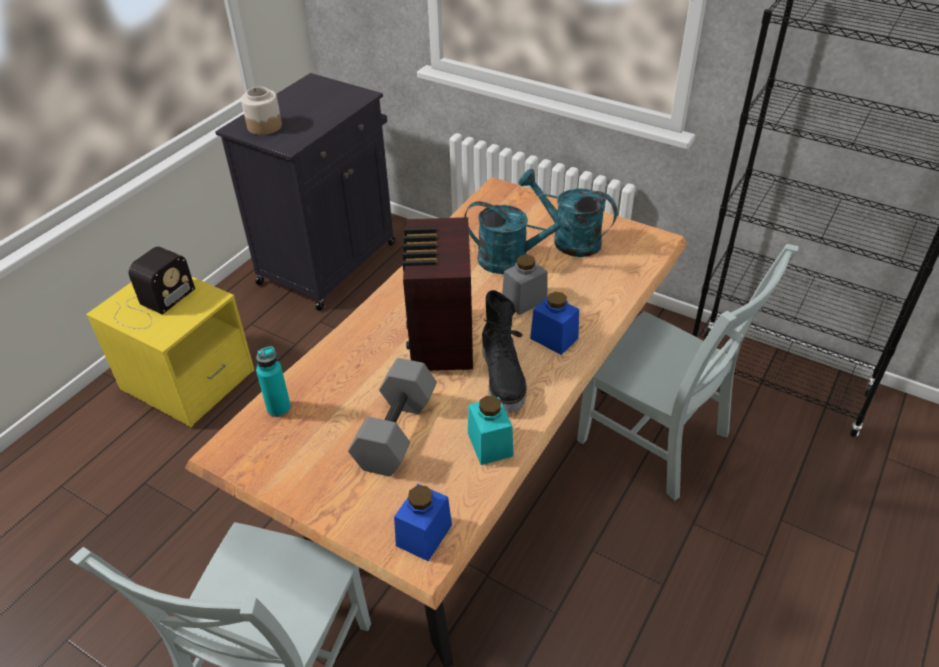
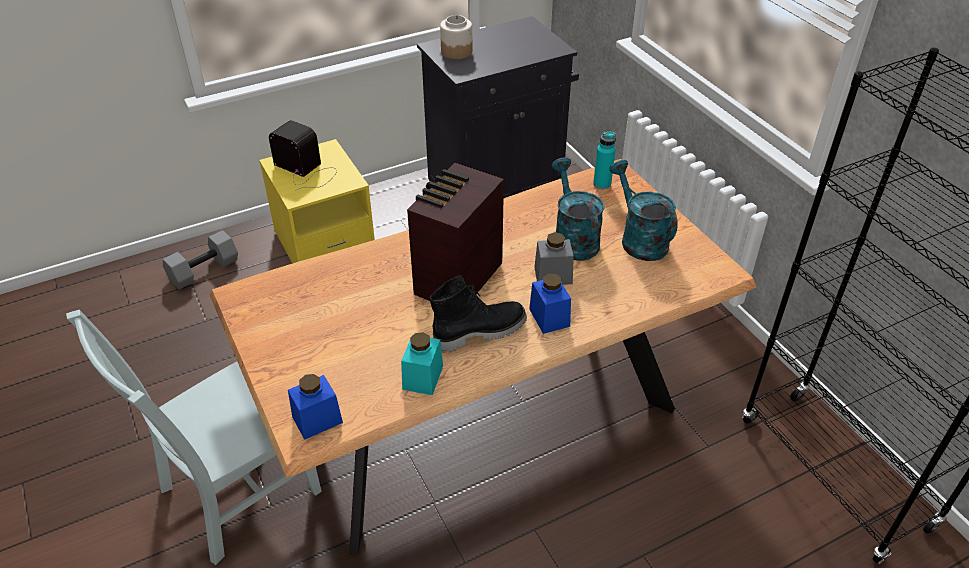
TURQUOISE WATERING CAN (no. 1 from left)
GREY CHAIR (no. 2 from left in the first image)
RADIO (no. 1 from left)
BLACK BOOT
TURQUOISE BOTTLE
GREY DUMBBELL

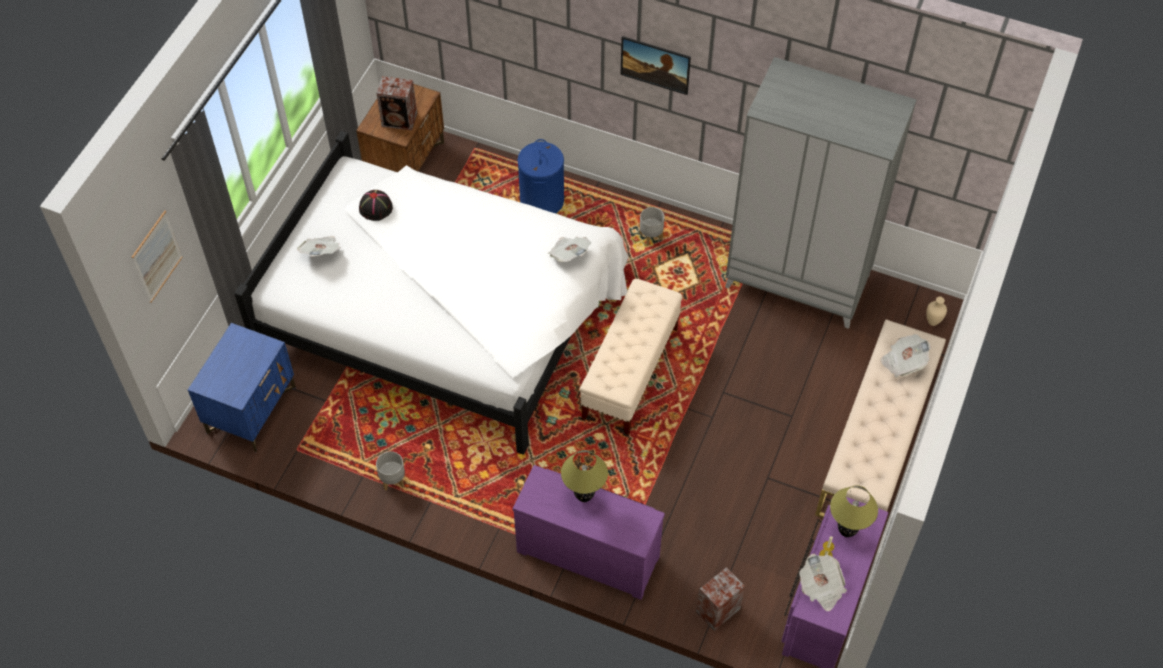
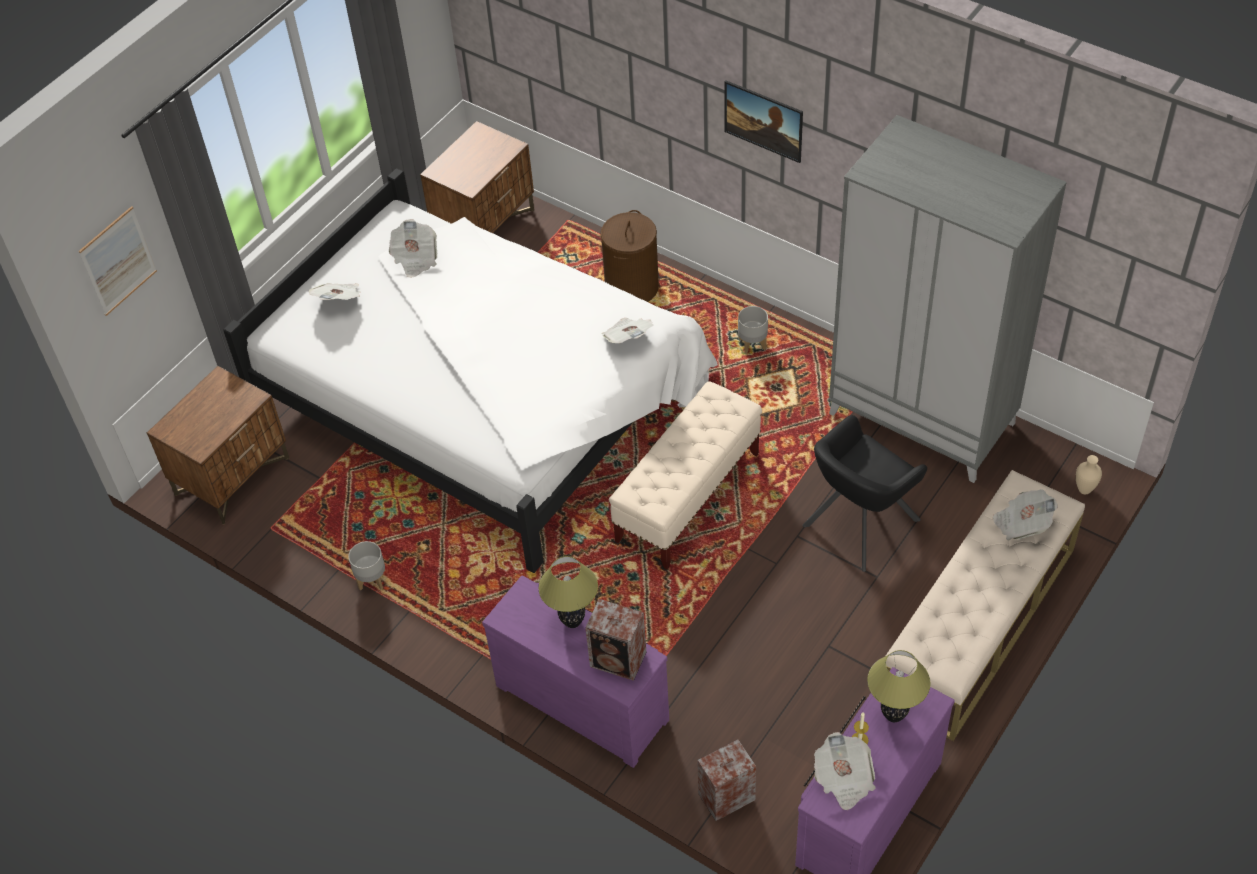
SPEAKER (no. 1 from left)
BROWN LAUNDRY BASKET
NEWSPAPER (no. 2 from left)
BROWN NIGHTSTAND (no. 1 from left)
BLACK ARMCHAIR

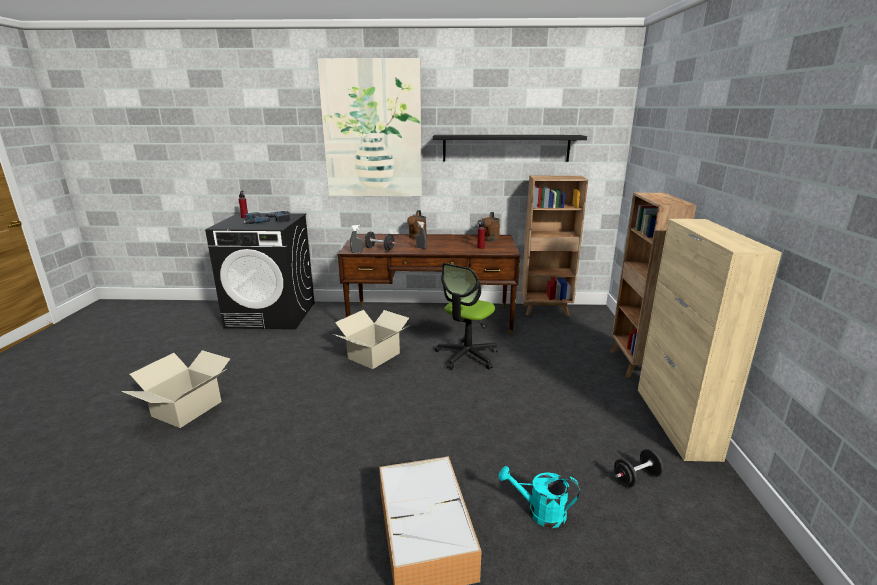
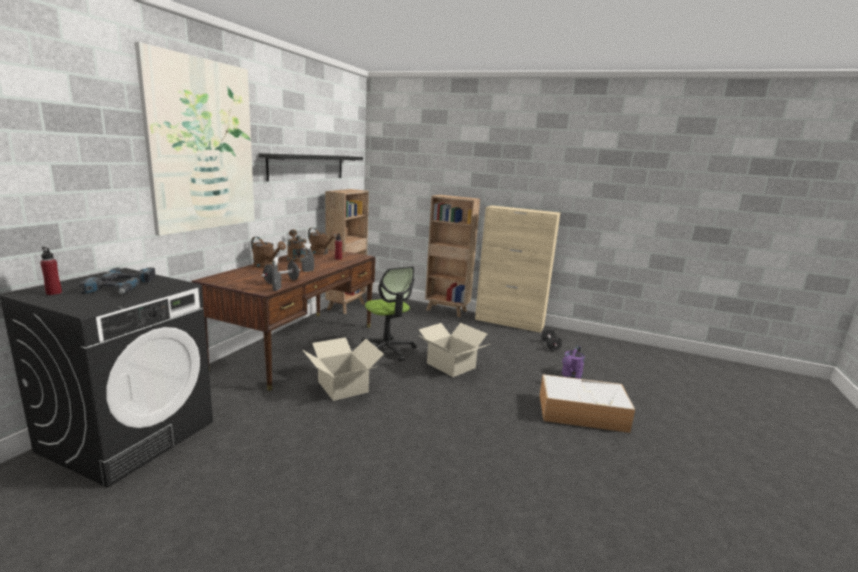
CARDBOARD BOX (no. 2 from left)
PURPLE WATERING CAN
BROWN WATERING CAN (no. 2 from left)

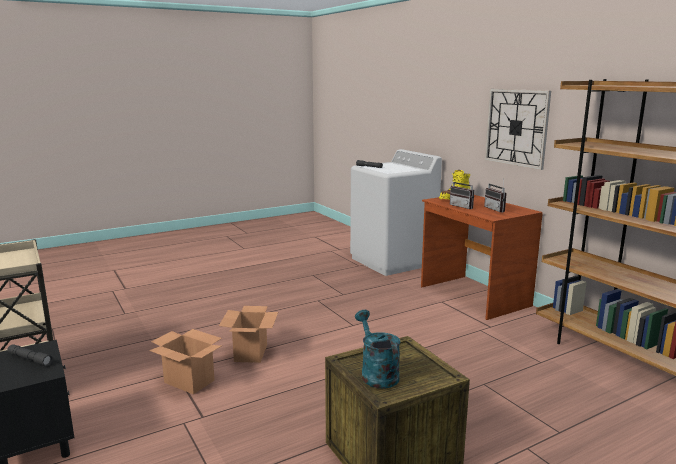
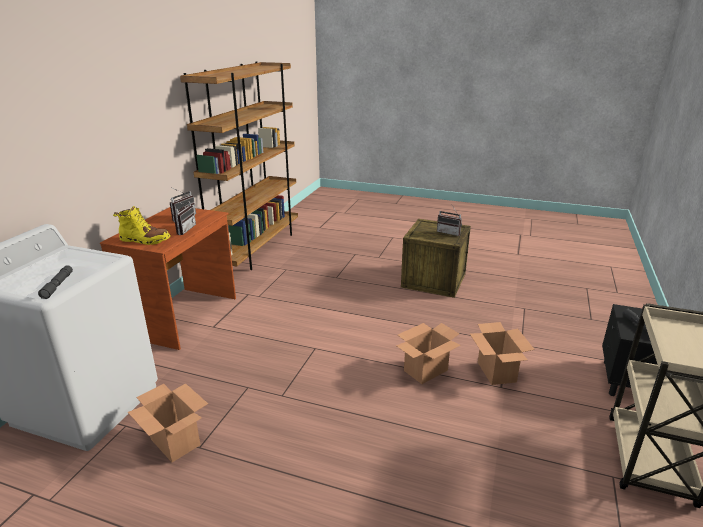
WALL CLOCK
RADIO (no. 3 from left)
CARDBOARD BOX (no. 1 from left)

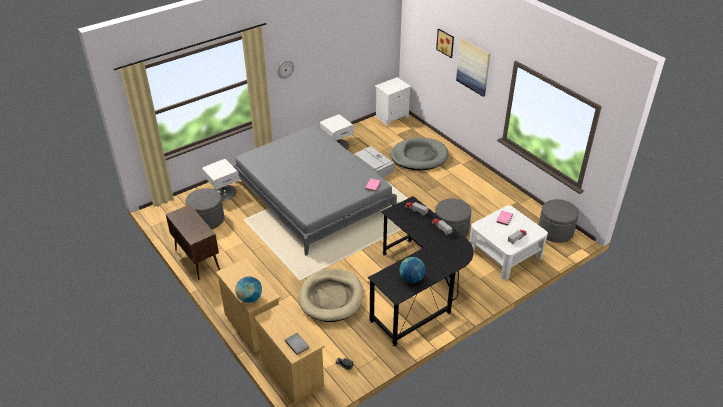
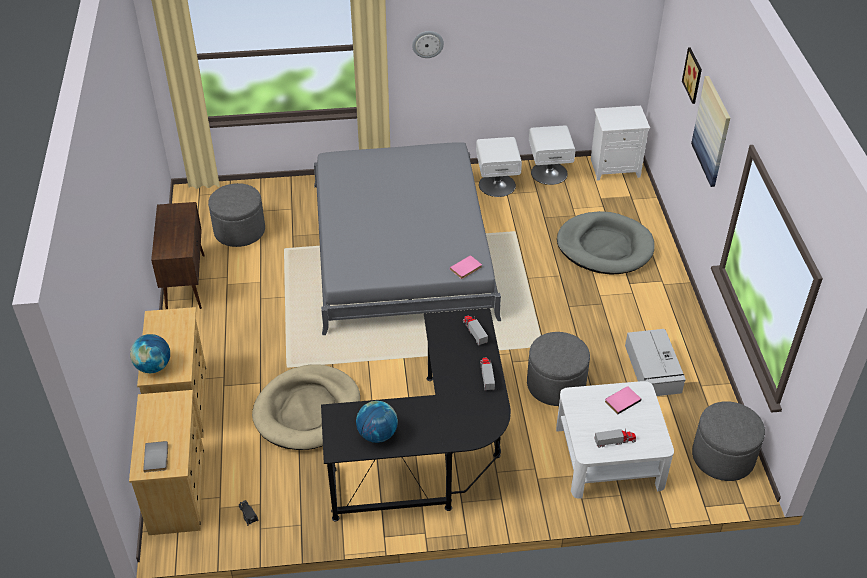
GREY STORAGE BOX
WHITE NIGHTSTAND (no. 2 from left)

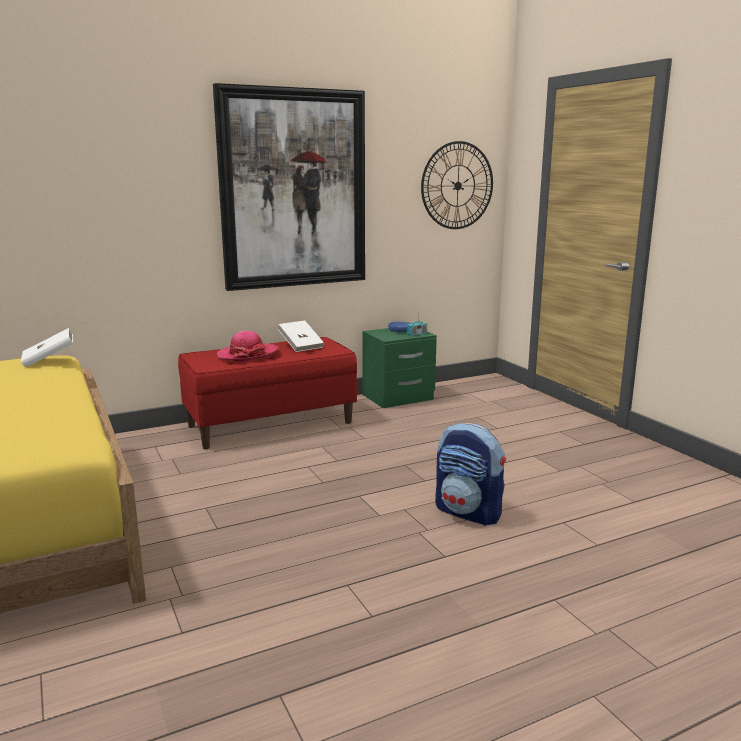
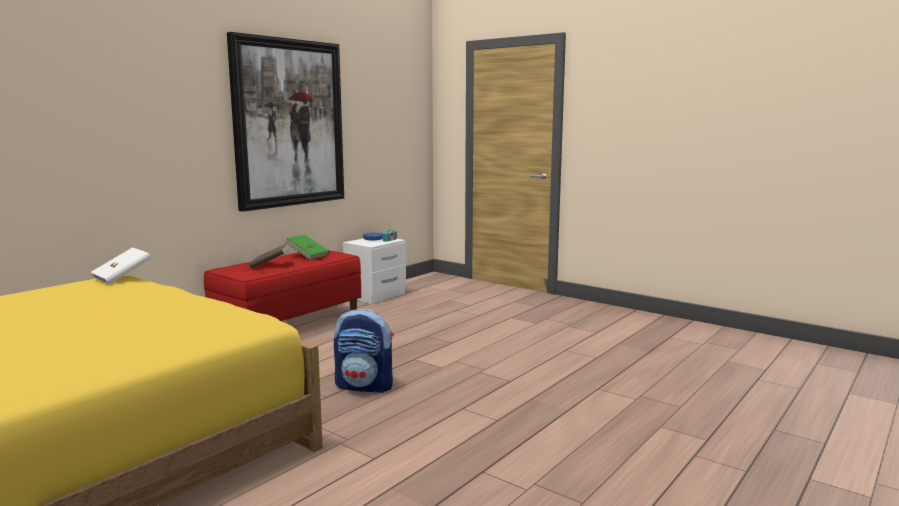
WALL CLOCK
GREEN BOOK
WHITE NIGHTSTAND
BROWN BOOK
BACKPACK

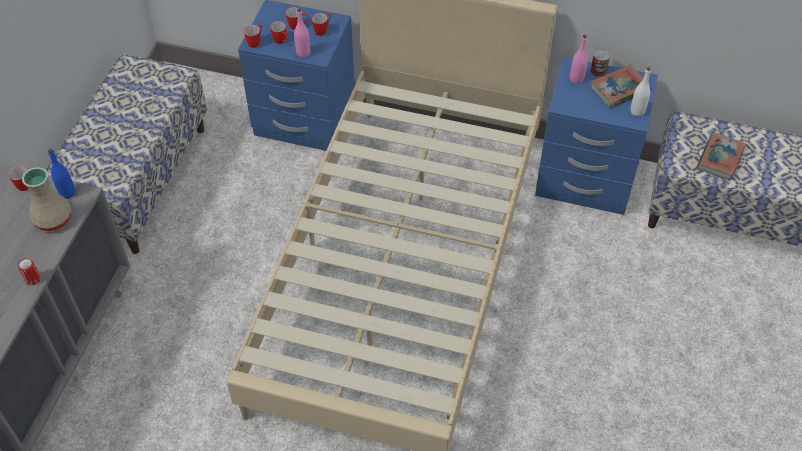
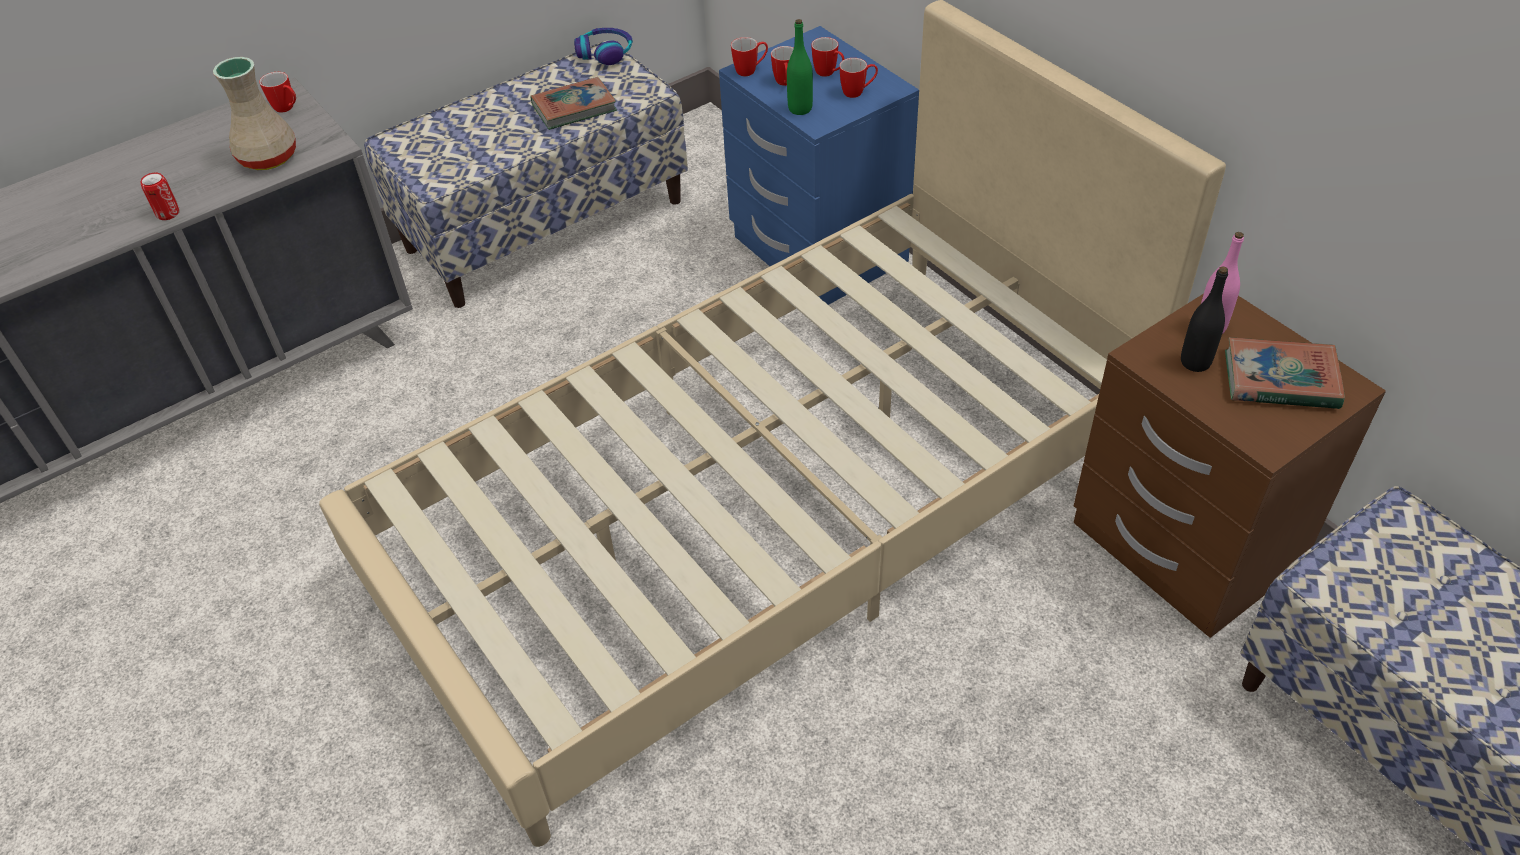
GREEN BOTTLE
CAN (no. 2 from left in the first image)
BROWN NIGHTSTAND
WHITE BOTTLE
BOOK (no. 1 from left)
BLUE BOTTLE
HEADPHONES
BLACK BOTTLE

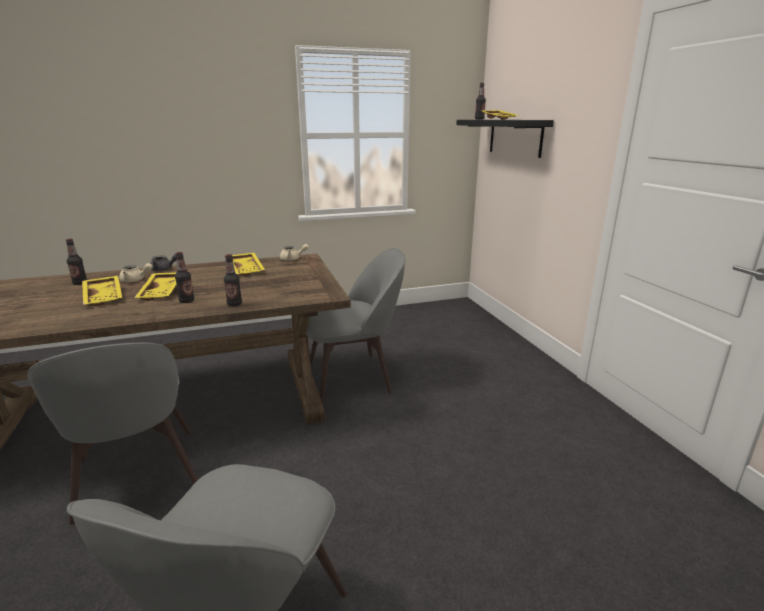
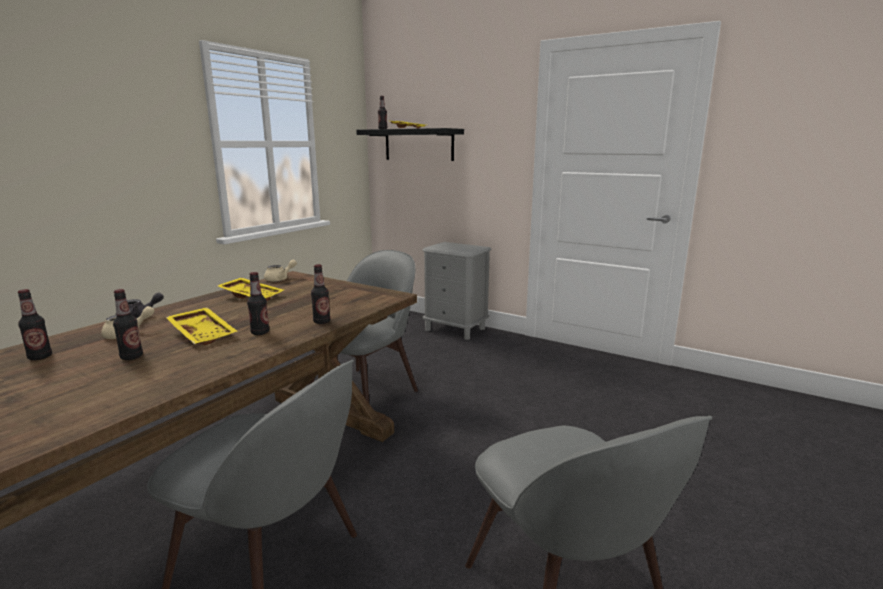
BOTTLE (no. 2 from left)
GREY NIGHTSTAND

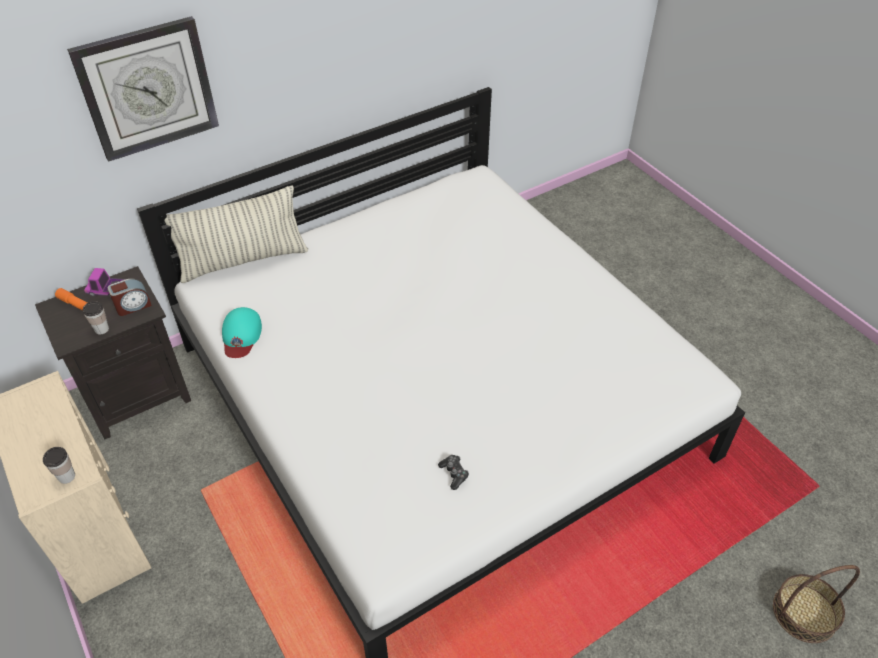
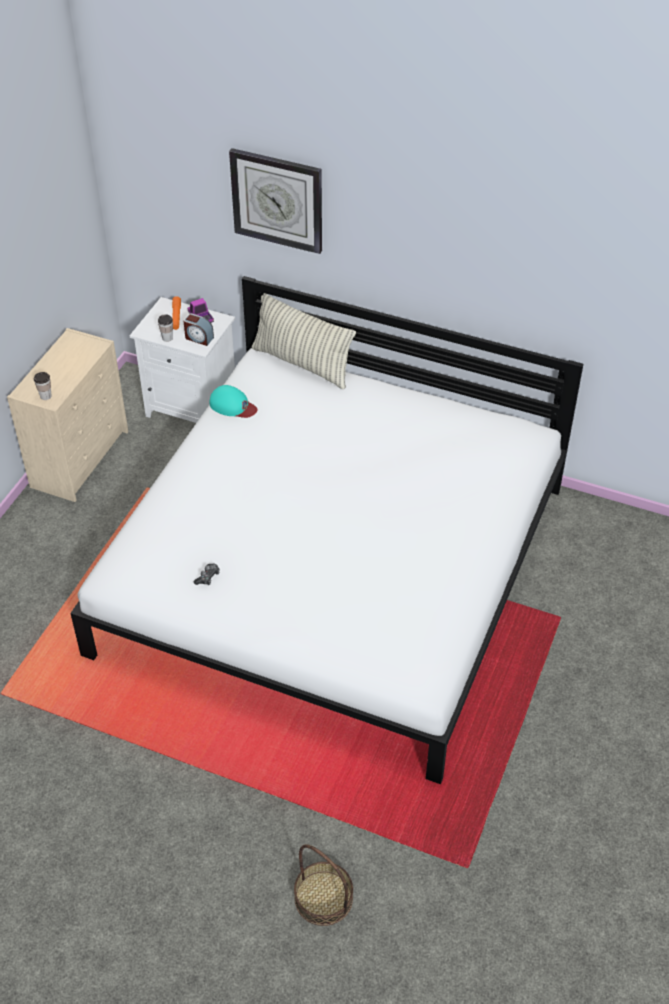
WHITE NIGHTSTAND
TURQUOISE CAP

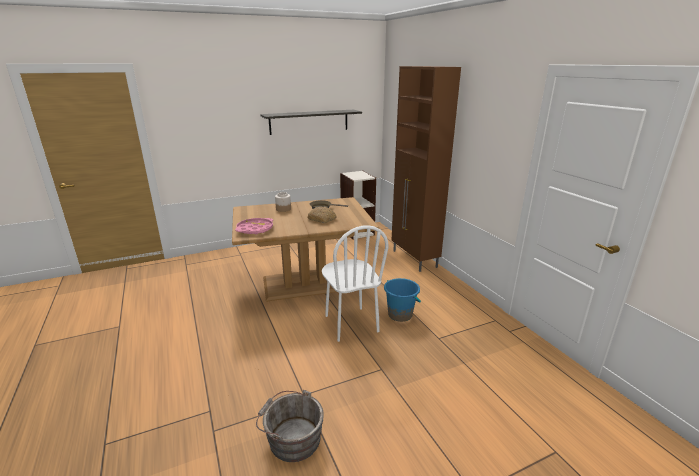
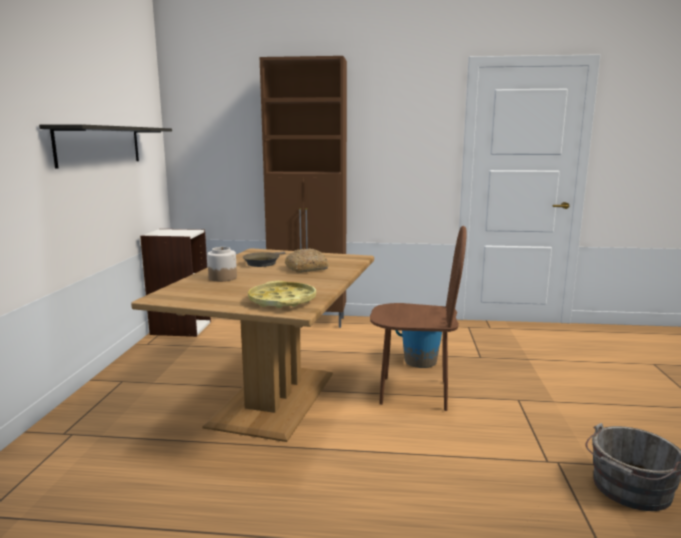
YELLOW TRAY
BROWN CHAIR

